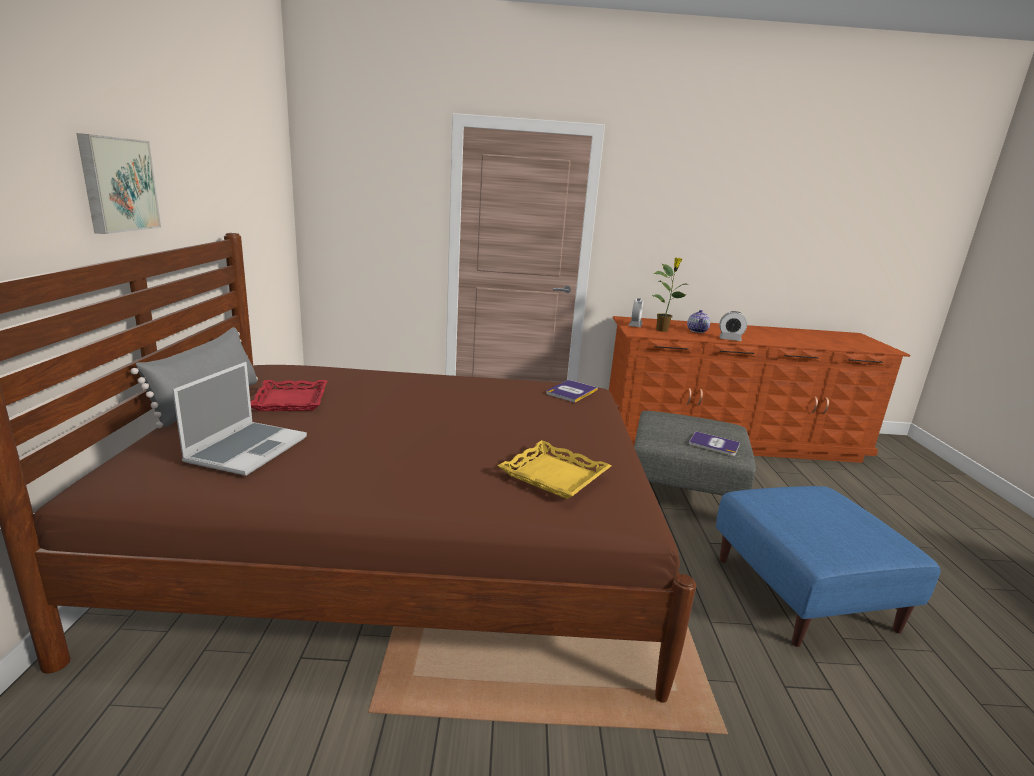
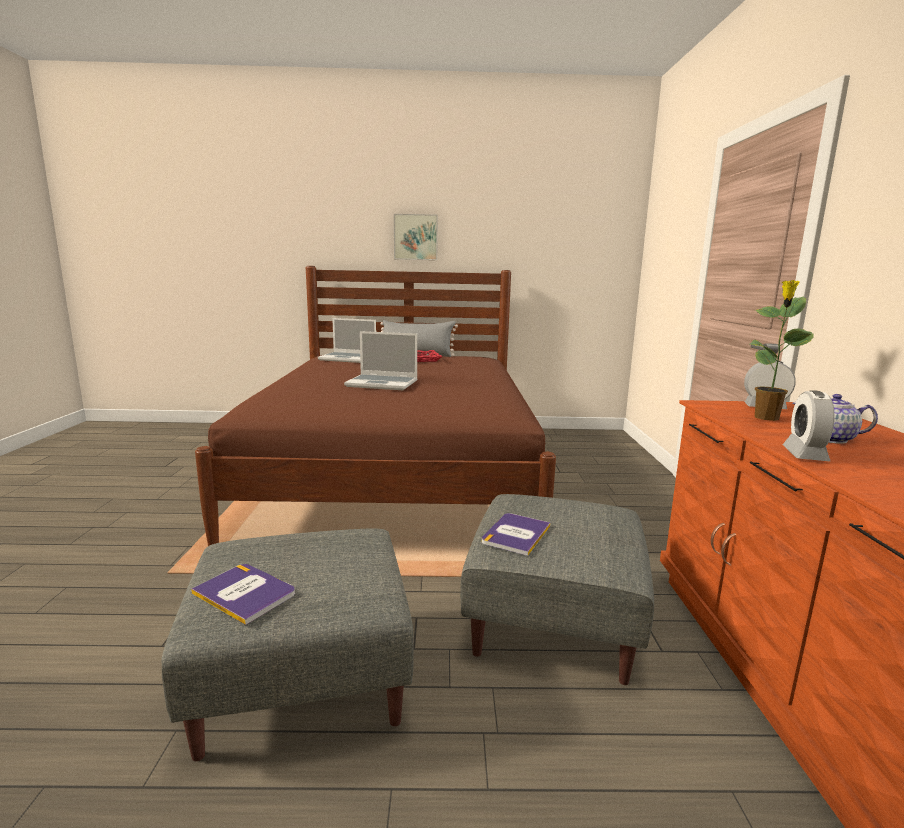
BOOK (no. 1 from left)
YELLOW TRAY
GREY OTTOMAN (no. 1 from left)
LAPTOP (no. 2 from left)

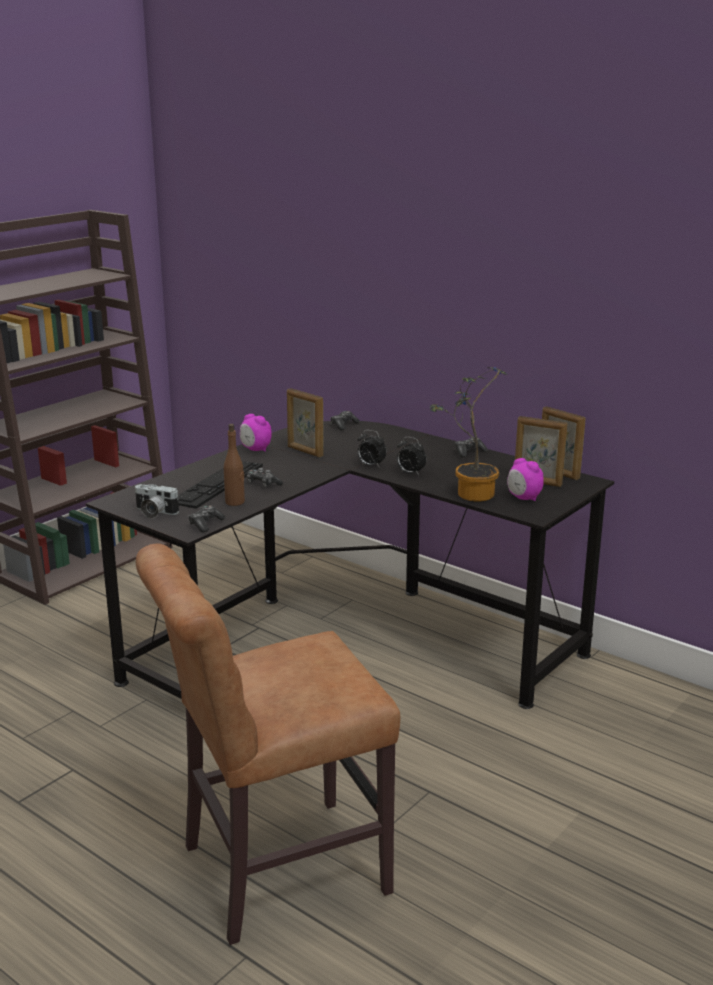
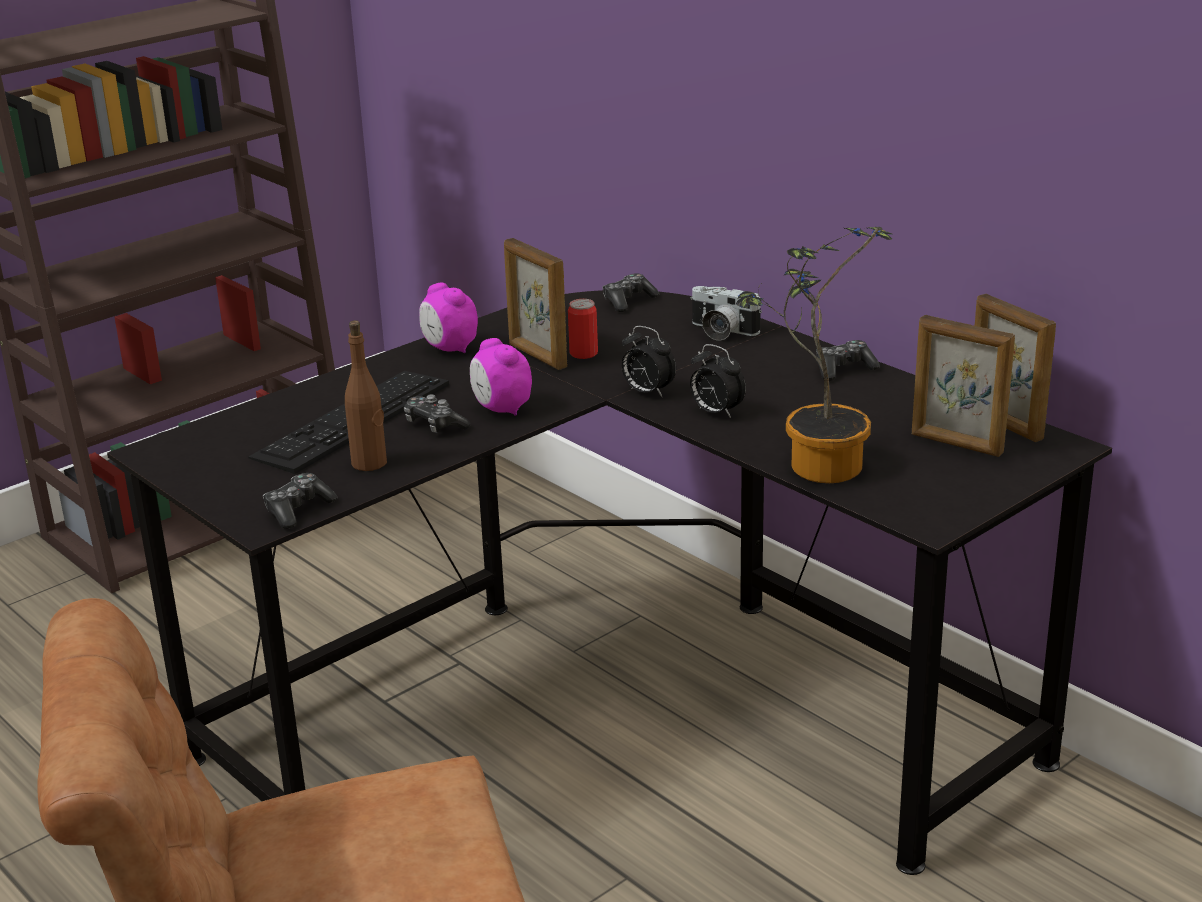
ALARM CLOCK (no. 2 from left)
PHOTO CAMERA
CAN

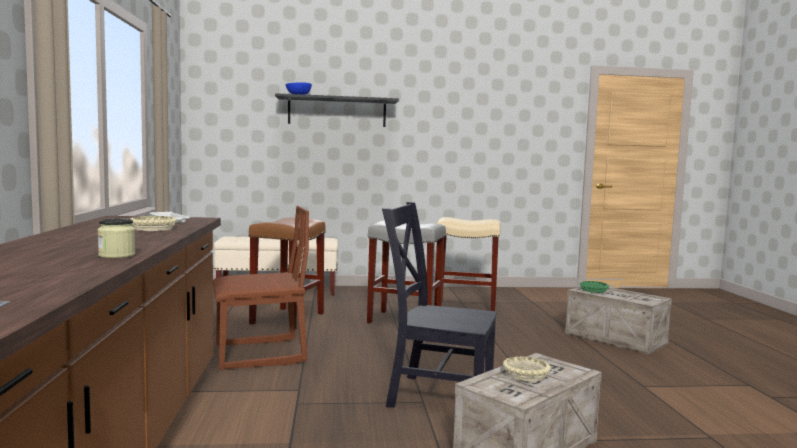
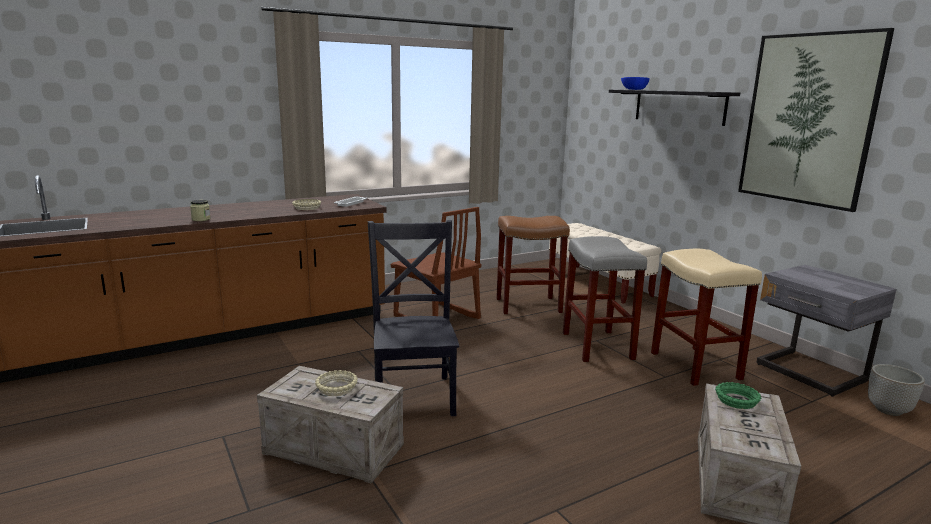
PICTURE
GREY NIGHTSTAND
PLANTER

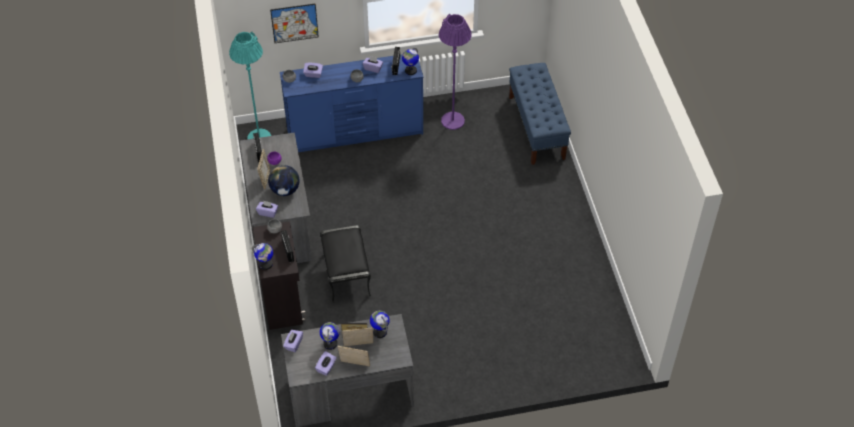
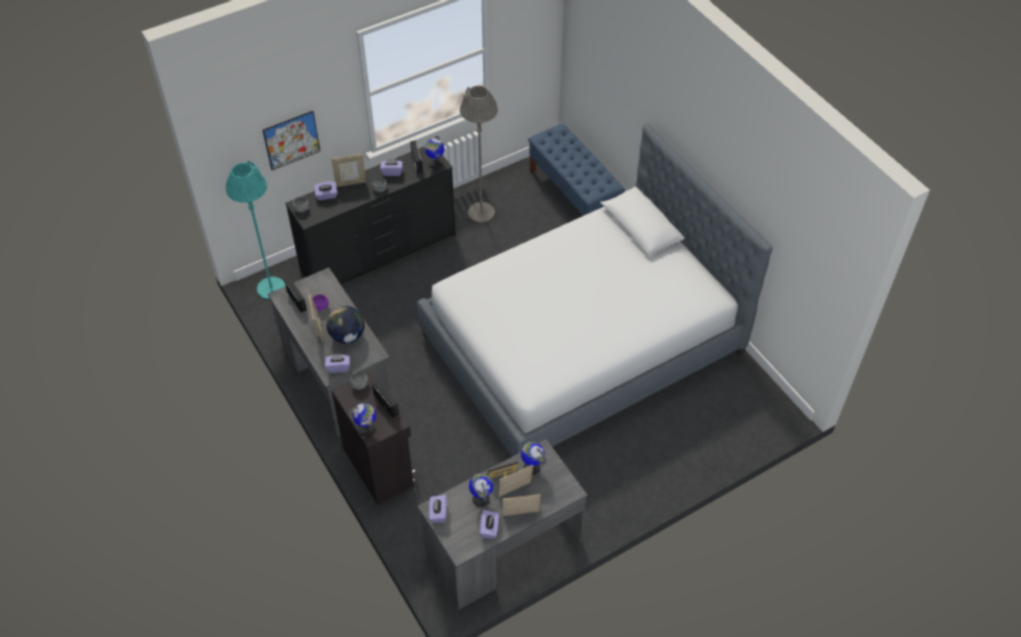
GREY FLOOR LAMP
BLACK DRESSER
BLACK OTTOMAN
BED
PICTURE FRAME (no. 2 from left)

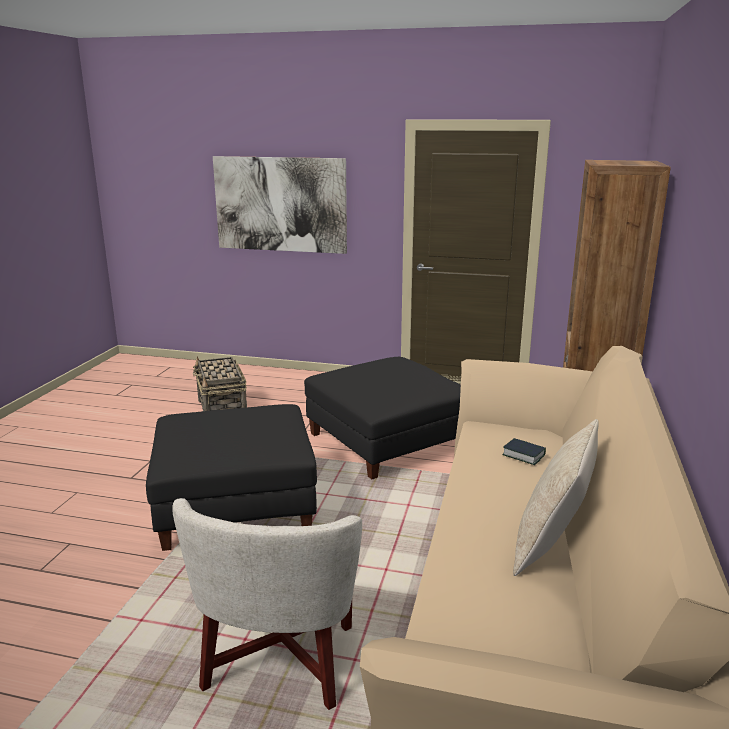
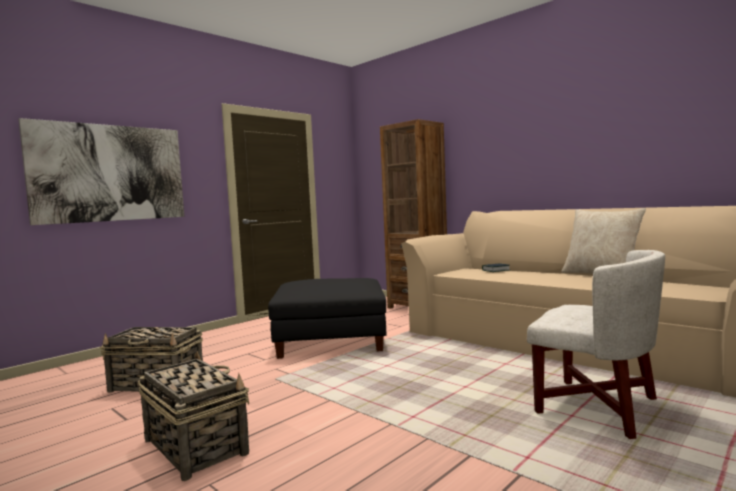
BLACK OTTOMAN (no. 1 from left in the first image)
BASKET (no. 2 from left)

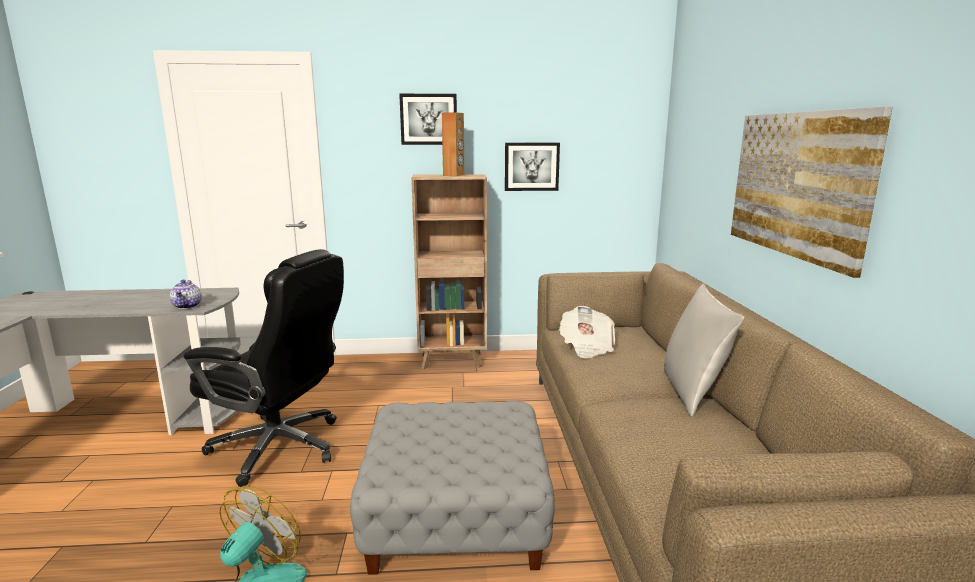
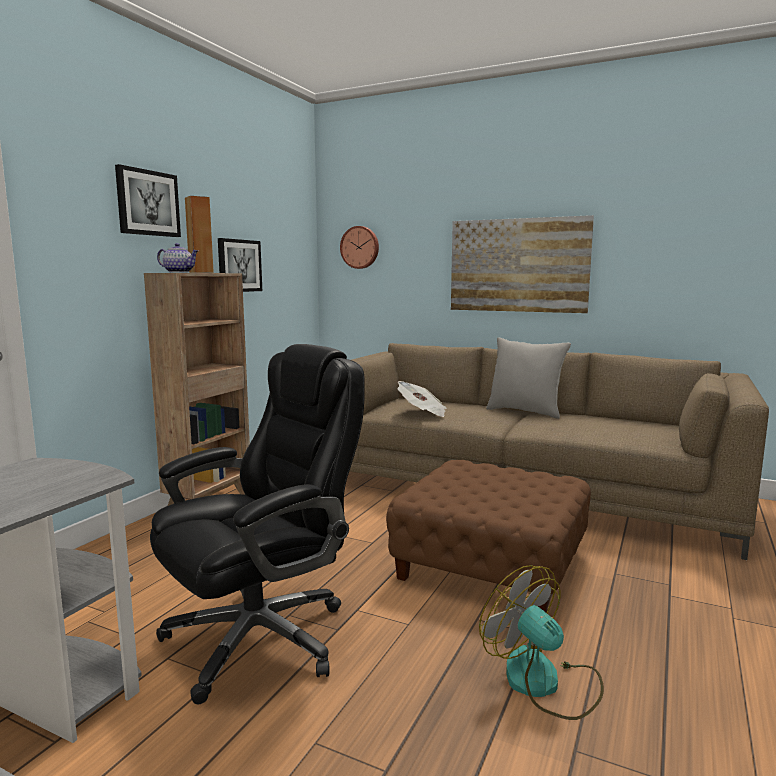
TEAPOT
BROWN OTTOMAN
WALL CLOCK

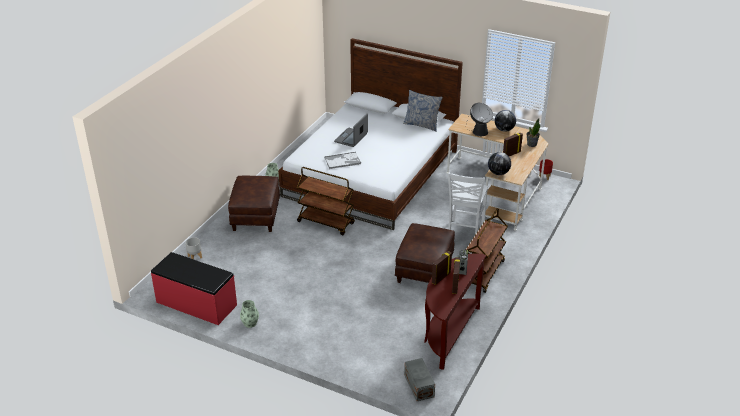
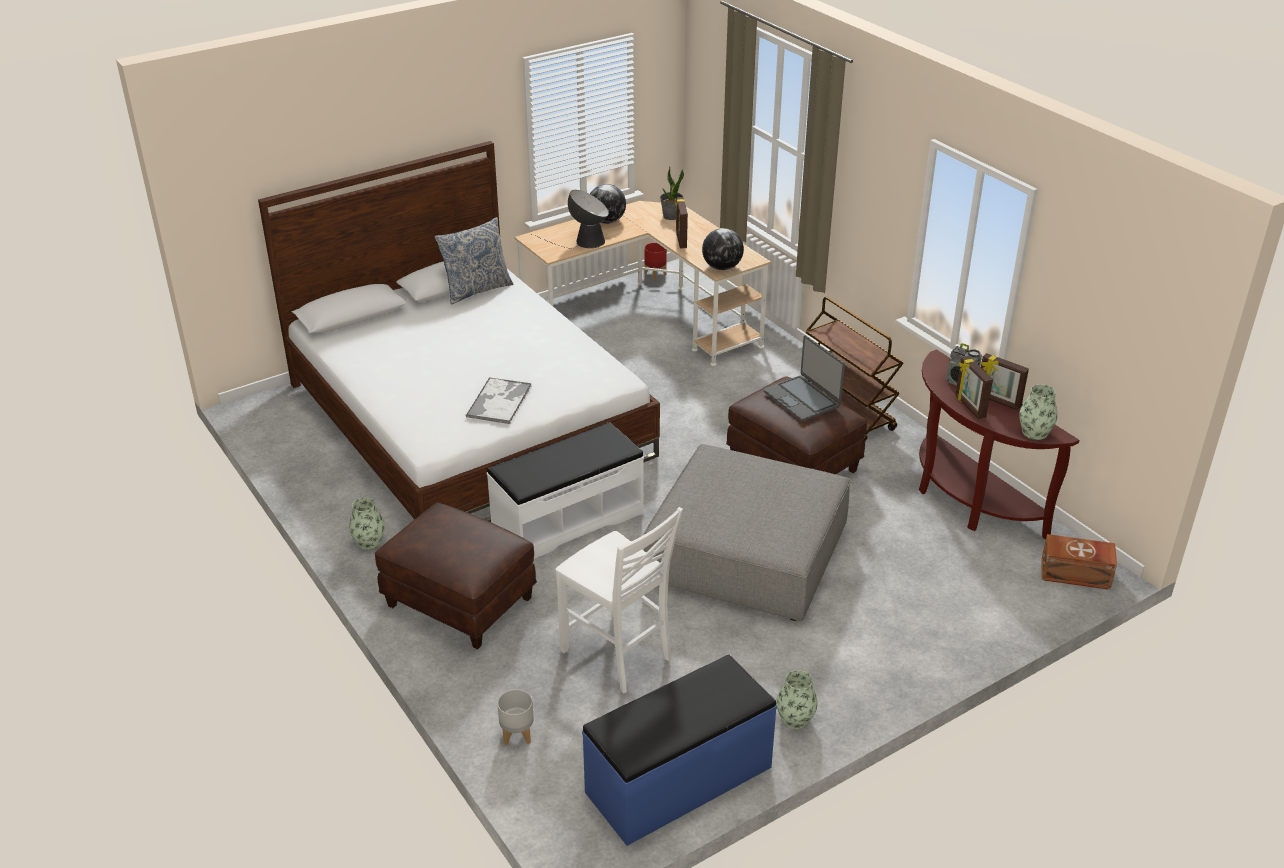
LAPTOP
WHITE BENCH
WHITE CHAIR
BLUE BENCH
BROWN STORAGE BOX
VASE (no. 3 from left)
GREY OTTOMAN

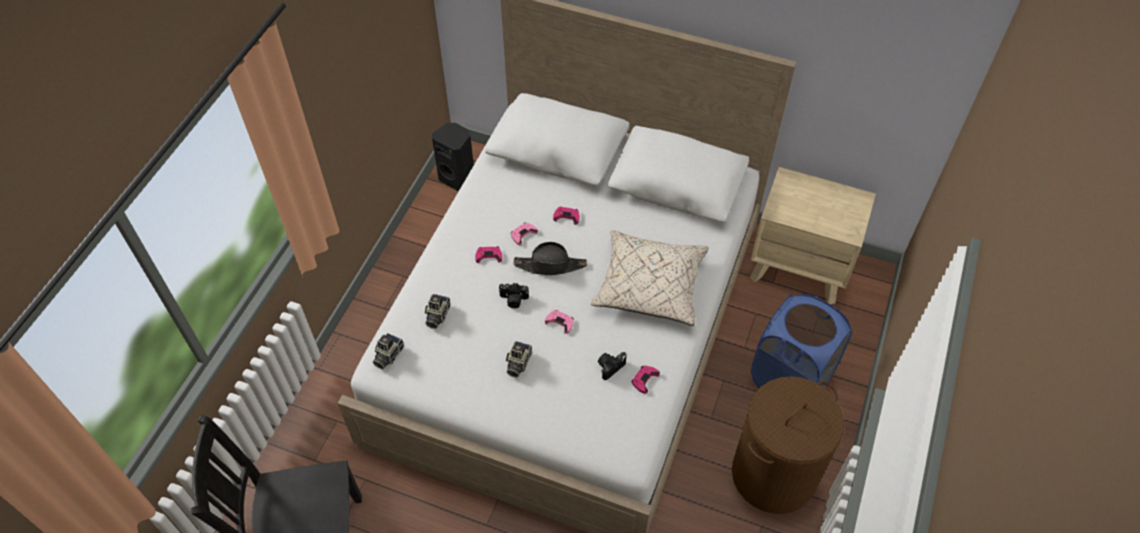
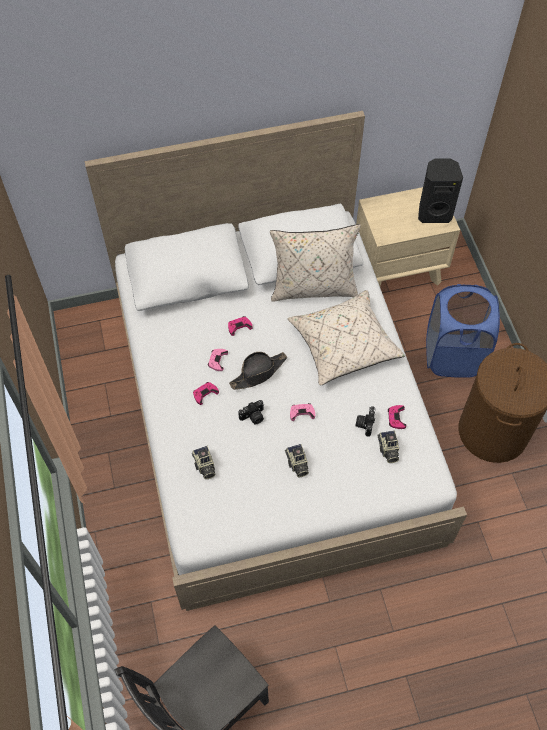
BLACK SPEAKER
PHOTO CAMERA (no. 5 from left)
BEIGE PILLOW (no. 1 from left)

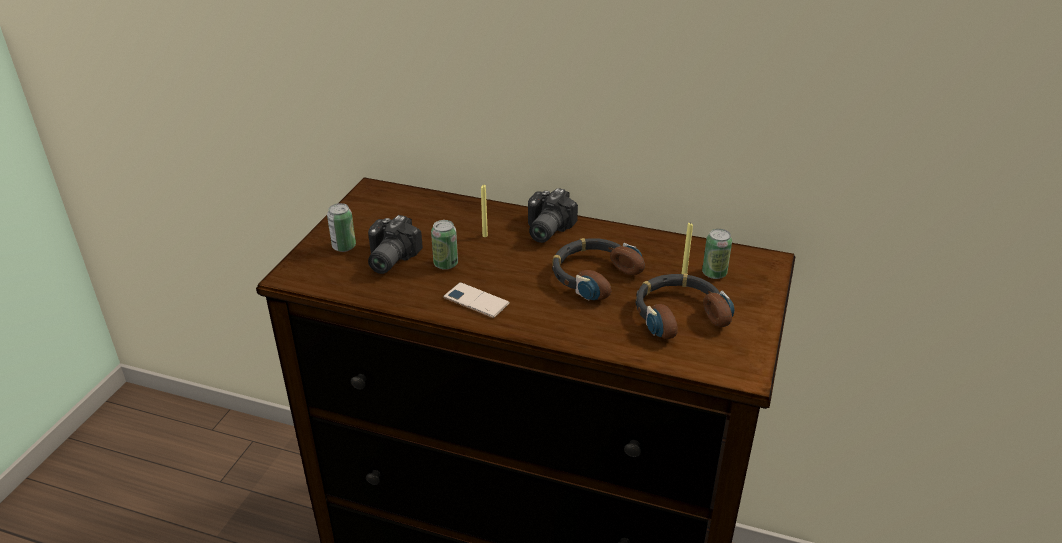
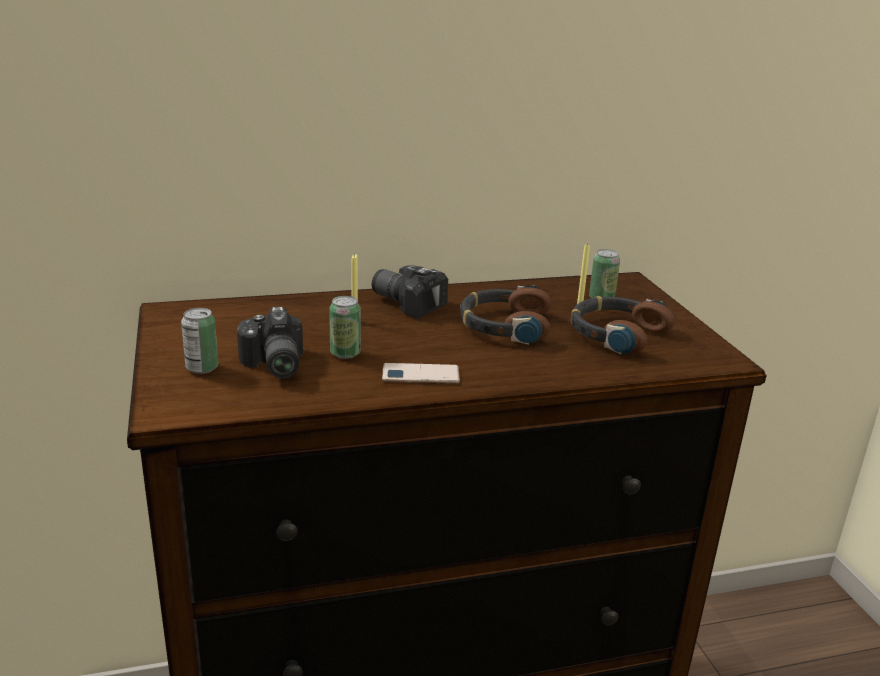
PHOTO CAMERA (no. 2 from left)

